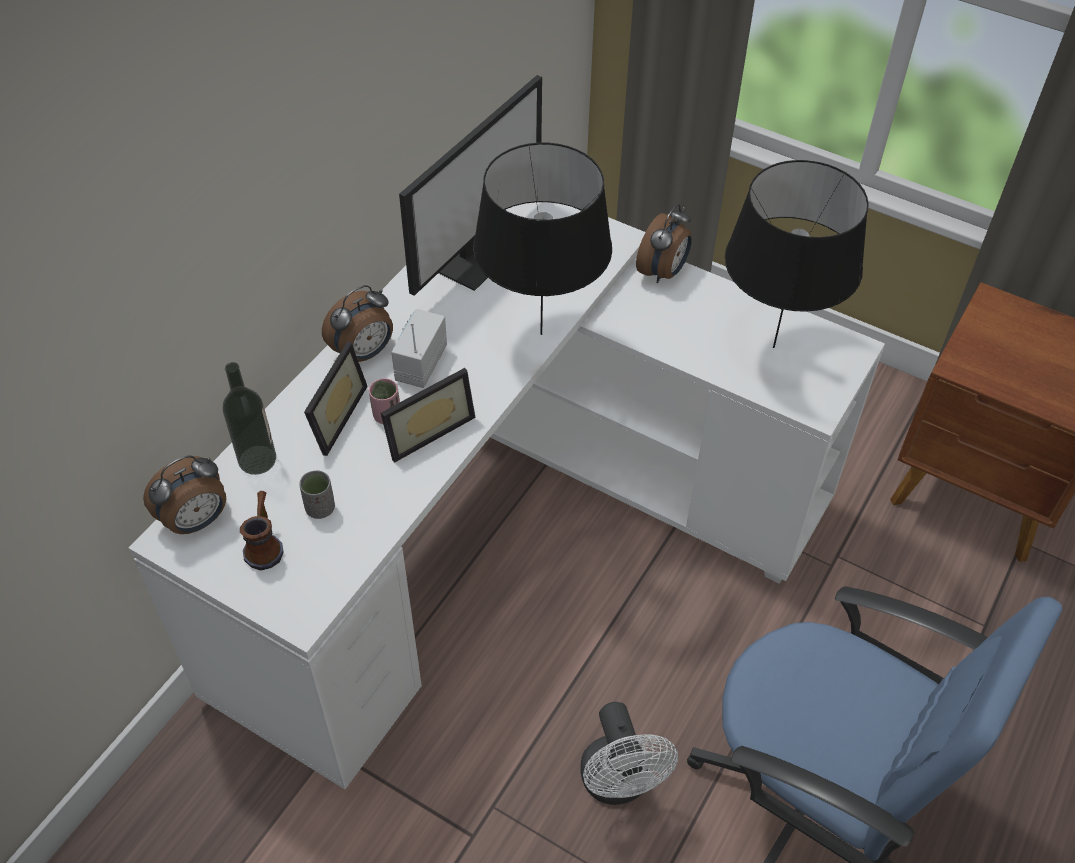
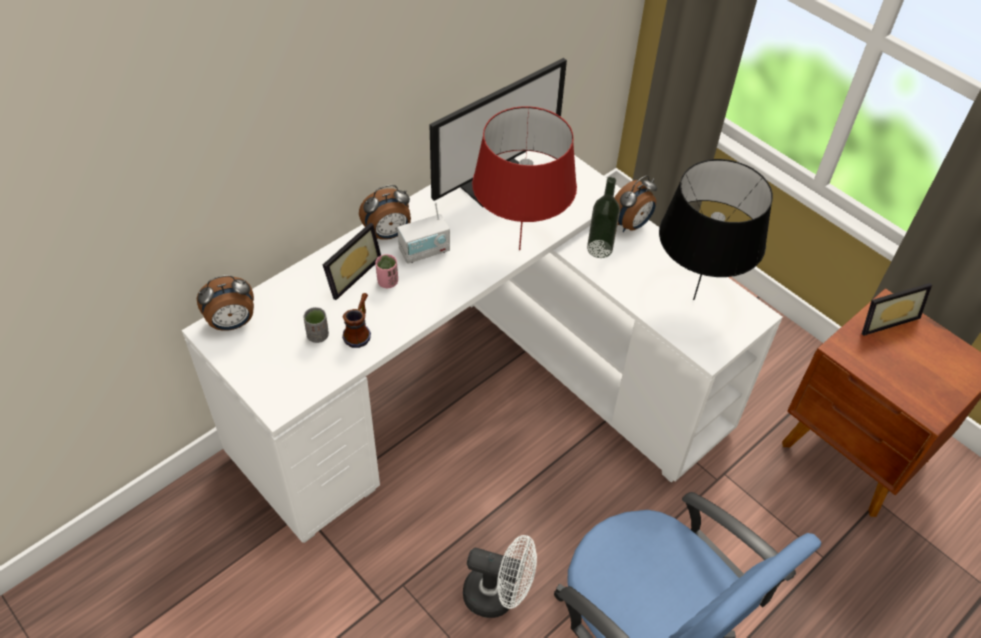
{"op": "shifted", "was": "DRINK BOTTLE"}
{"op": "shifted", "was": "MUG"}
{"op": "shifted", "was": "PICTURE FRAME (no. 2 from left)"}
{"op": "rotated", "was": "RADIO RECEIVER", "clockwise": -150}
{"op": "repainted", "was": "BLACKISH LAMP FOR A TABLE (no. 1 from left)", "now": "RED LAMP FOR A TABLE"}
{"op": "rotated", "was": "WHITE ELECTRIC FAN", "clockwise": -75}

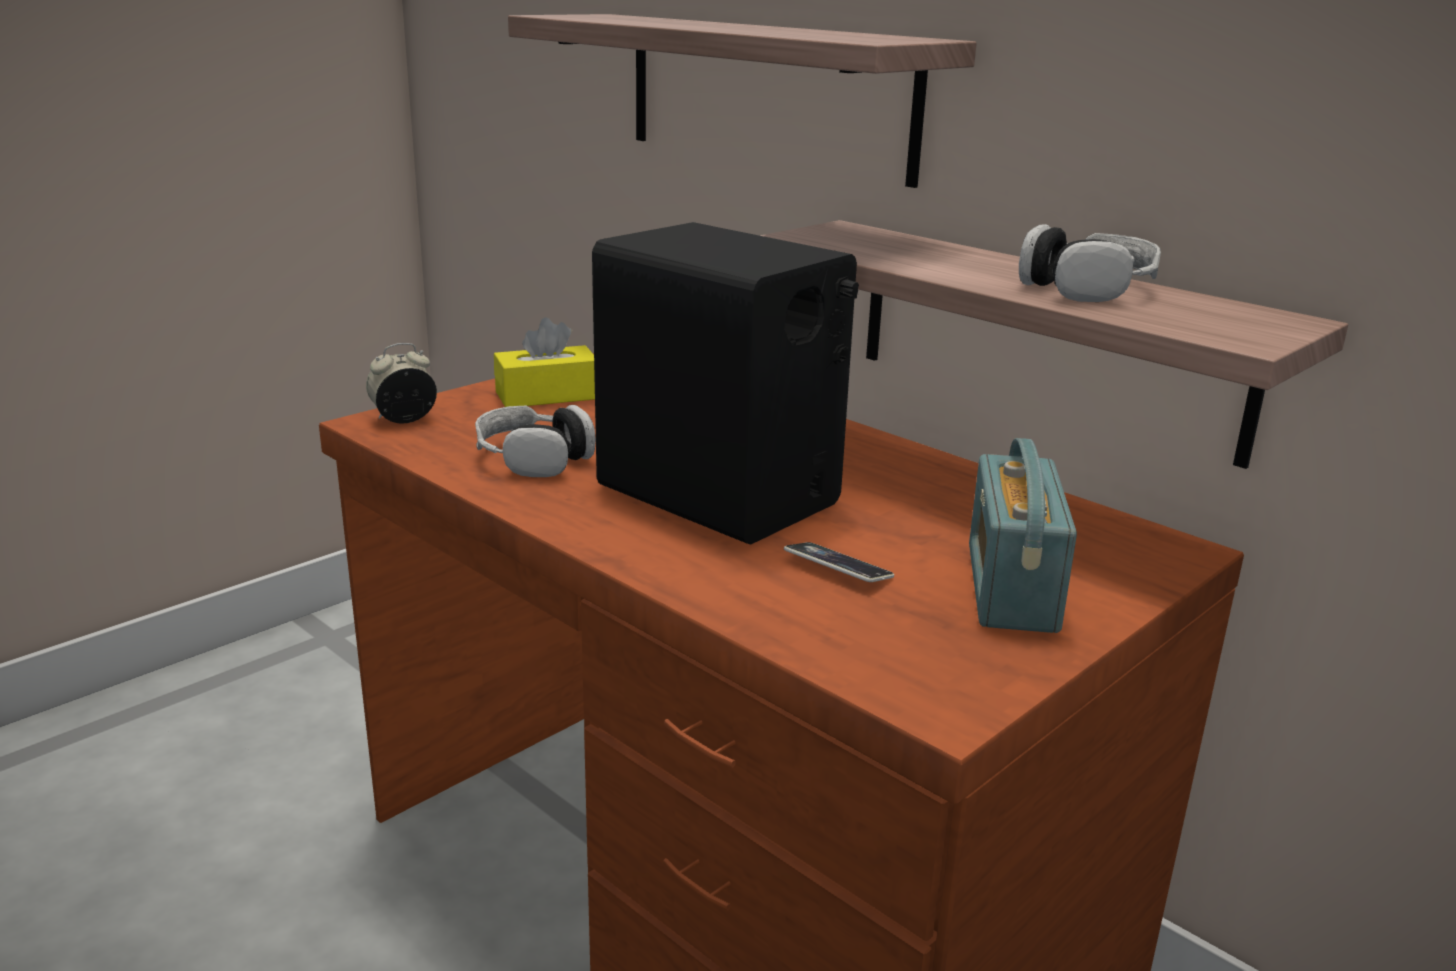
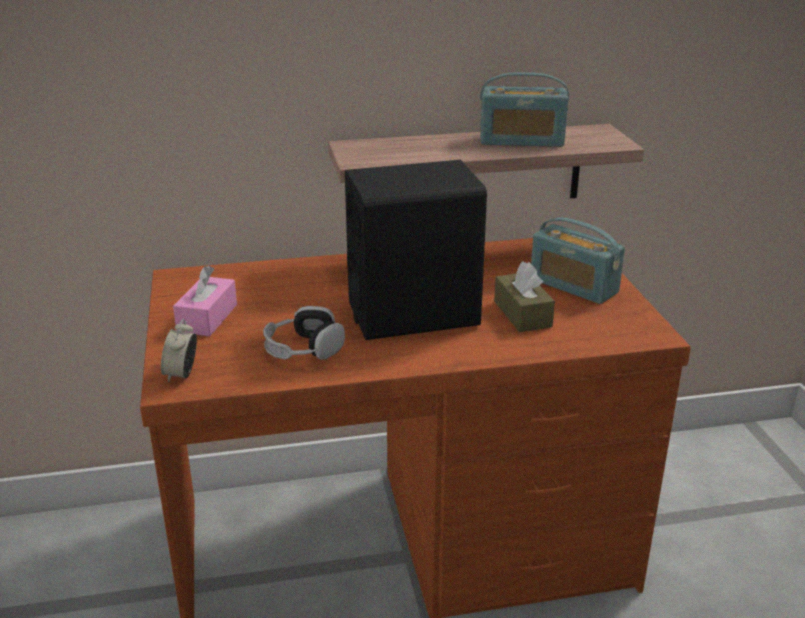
{"op": "repainted", "was": "YELLOW-COLOURED TISSUE HOLDER", "now": "PINKISH TISSUE HOLDER"}
{"op": "gone", "was": "BRACKET SHELF (no. 1 from left)"}
{"op": "swapped", "was": "HANDSET", "now": "BROWN-COLOURED TISSUE HOLDER"}
{"op": "swapped", "was": "HEADSET (no. 2 from left)", "now": "RADIO RECEIVER (no. 1 from left)"}

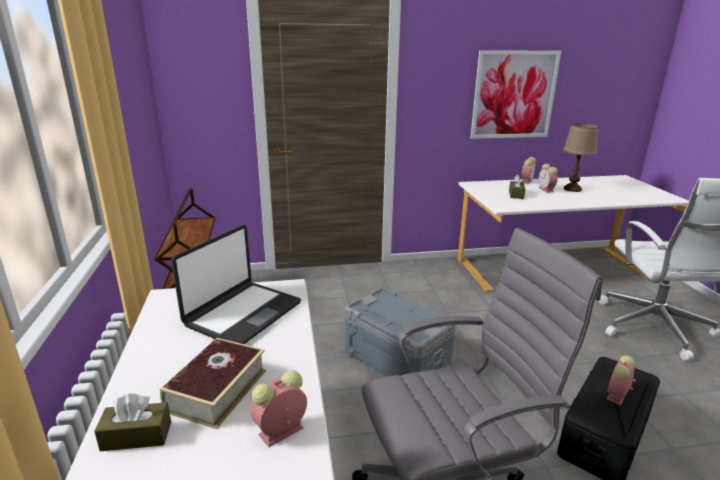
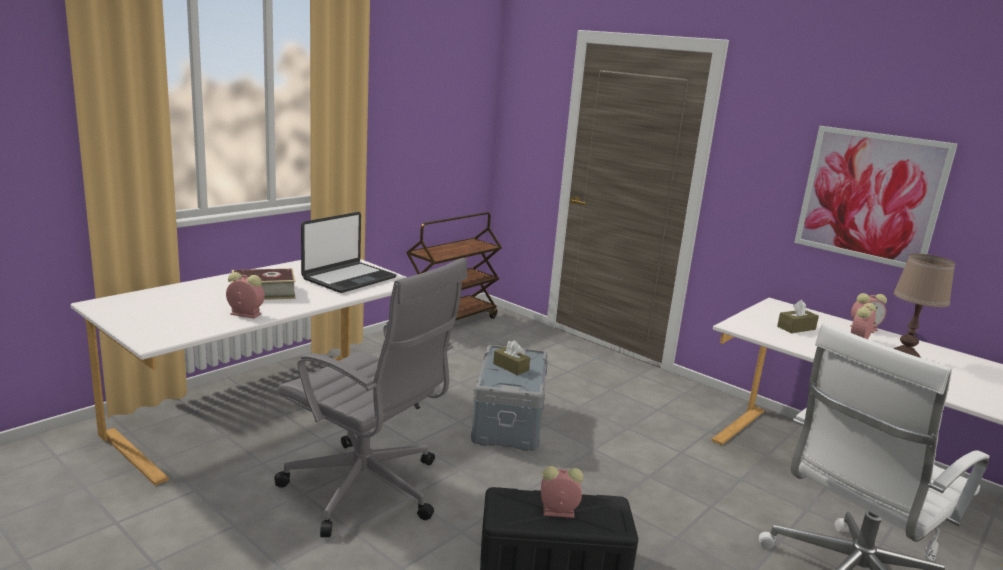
{"op": "shifted", "was": "BROWN-COLOURED TISSUE HOLDER (no. 1 from left)"}
{"op": "rotated", "was": "PORTABLE COMPUTER", "clockwise": -45}

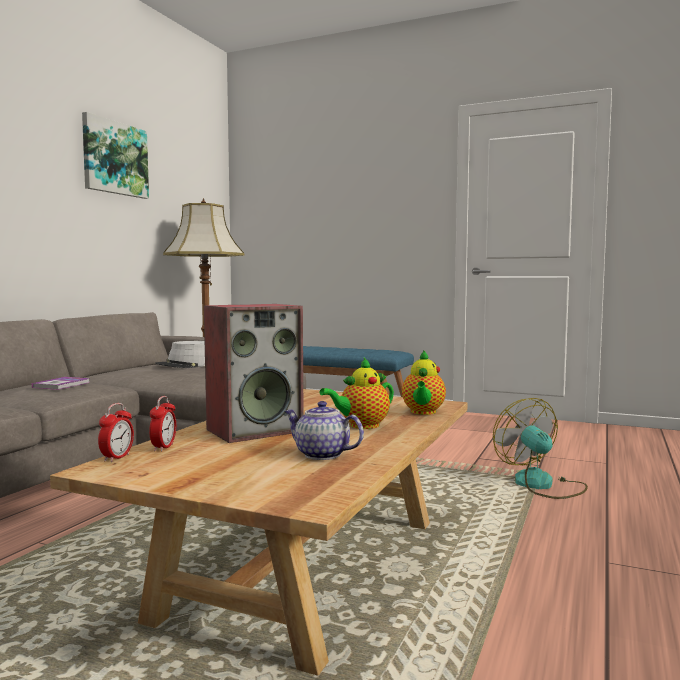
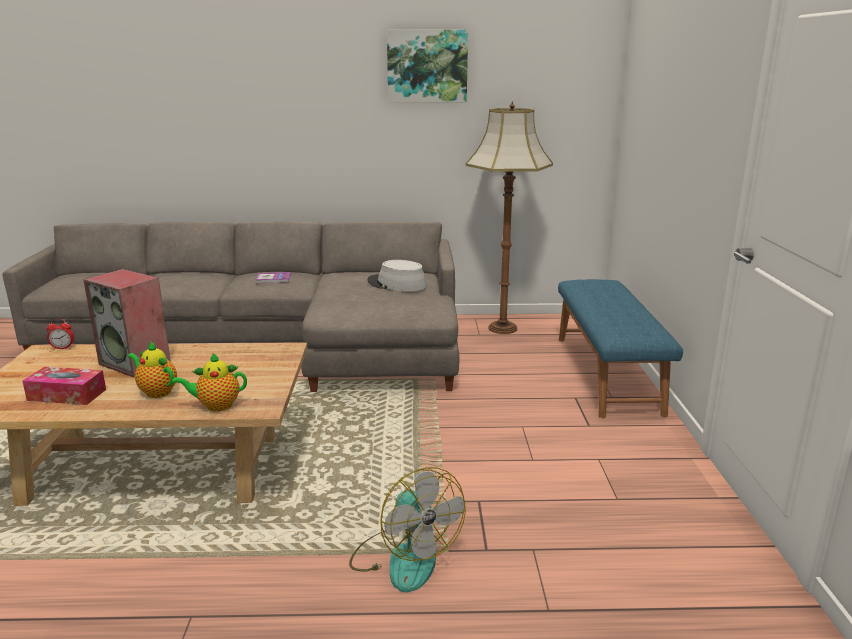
{"op": "gone", "was": "ALARM CLOCK (no. 2 from left)"}
{"op": "swapped", "was": "TEAPOT (no. 1 from left)", "now": "TISSUE HOLDER"}
{"op": "rotated", "was": "ELECTRIC FAN", "clockwise": 105}

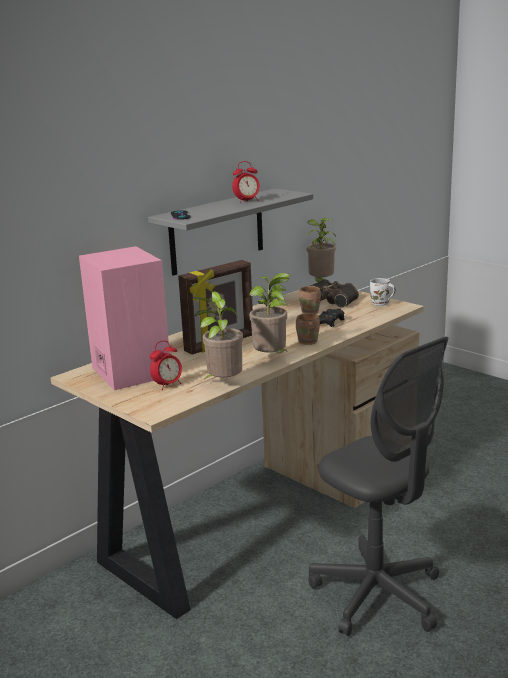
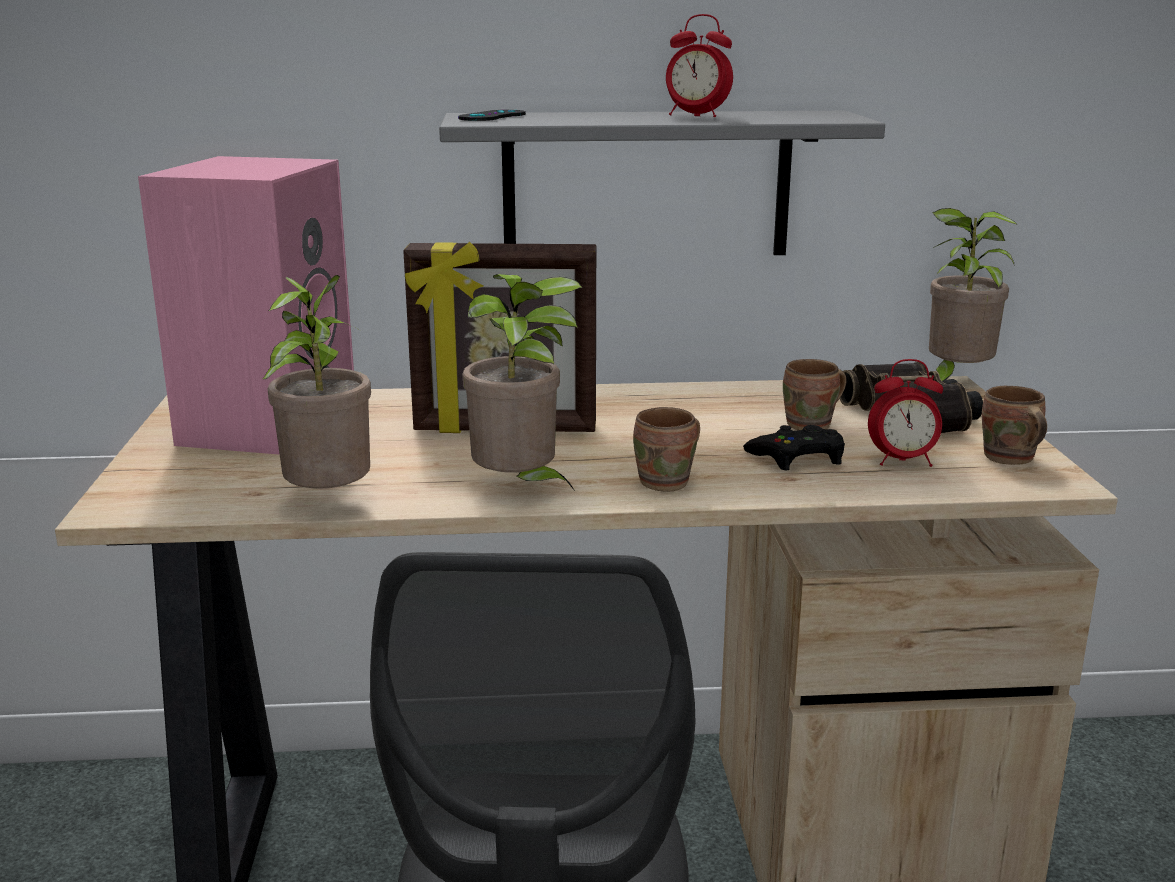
{"op": "shifted", "was": "ALARM CLOCK (no. 1 from left in the first image)", "now": "ALARM CLOCK (no. 2 from left)"}
{"op": "repainted", "was": "WHITE MUG", "now": "BROWN-COLOURED MUG (no. 3 from left)"}

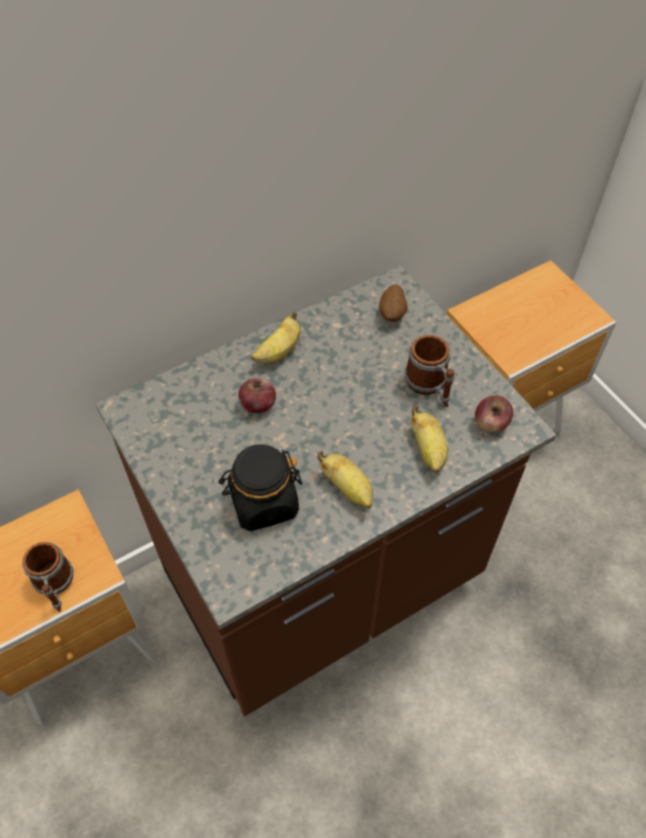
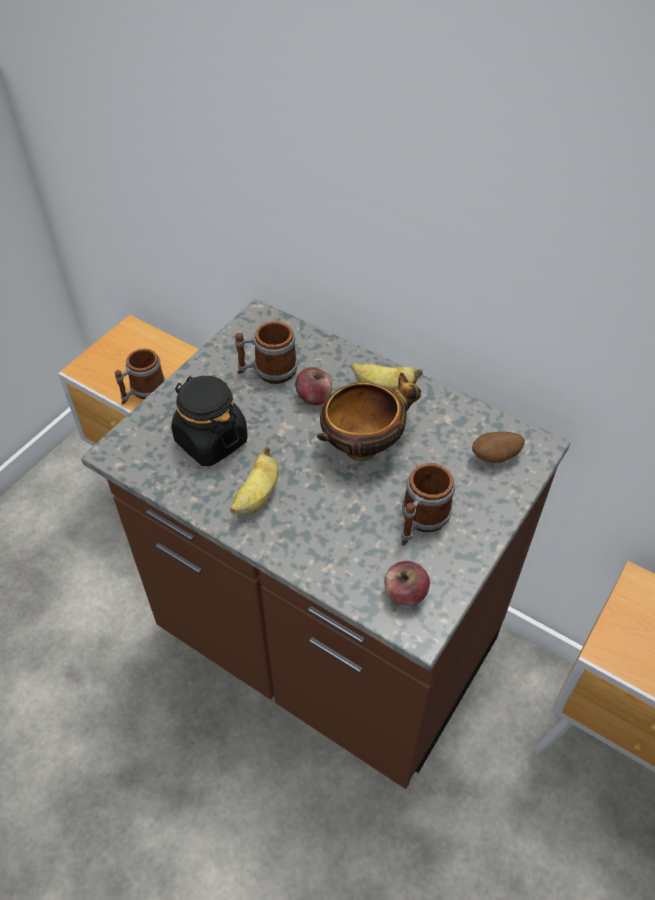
{"op": "gone", "was": "BANANA FRUIT (no. 3 from left)"}
{"op": "new", "now": "MUG (no. 2 from left)"}
{"op": "new", "now": "BOWL"}

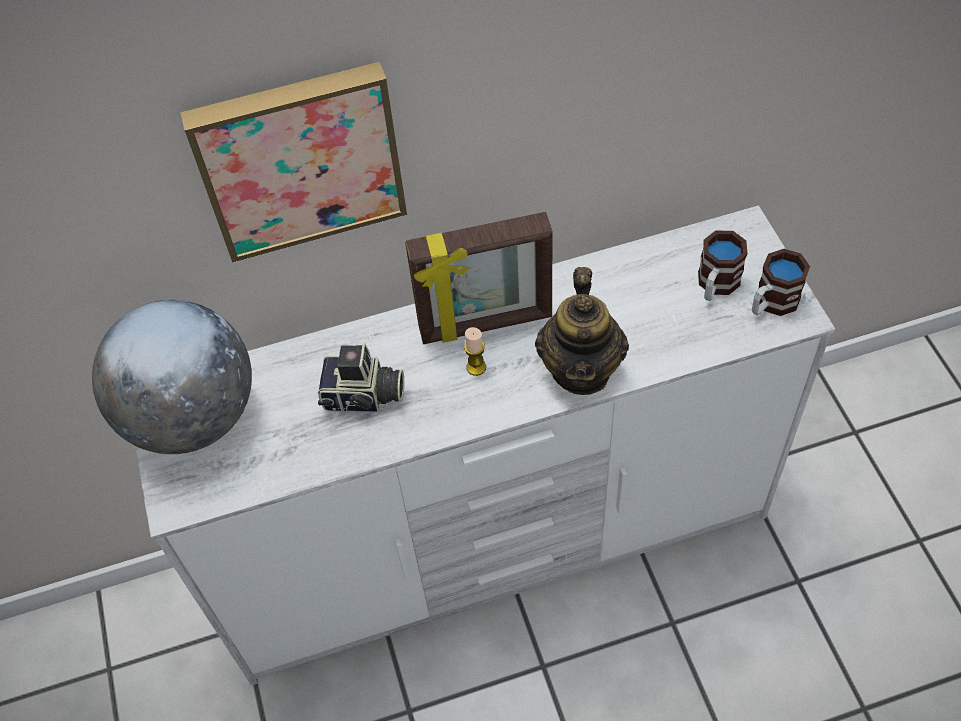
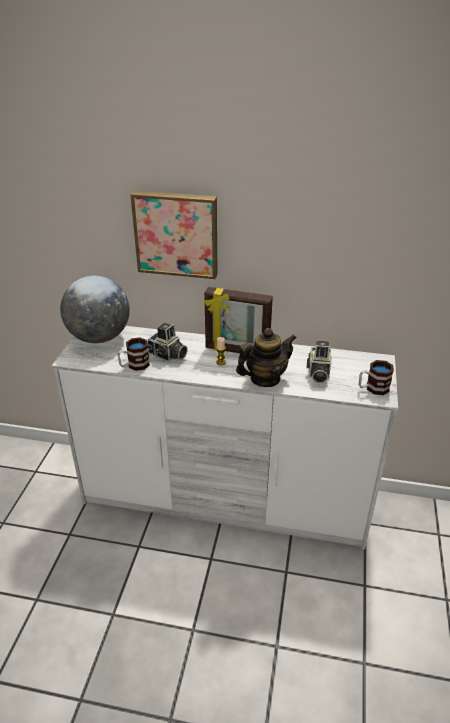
{"op": "rotated", "was": "TEAPOT", "clockwise": -150}
{"op": "shifted", "was": "MUG (no. 1 from left)"}
{"op": "new", "now": "PHOTO CAMERA (no. 2 from left)"}

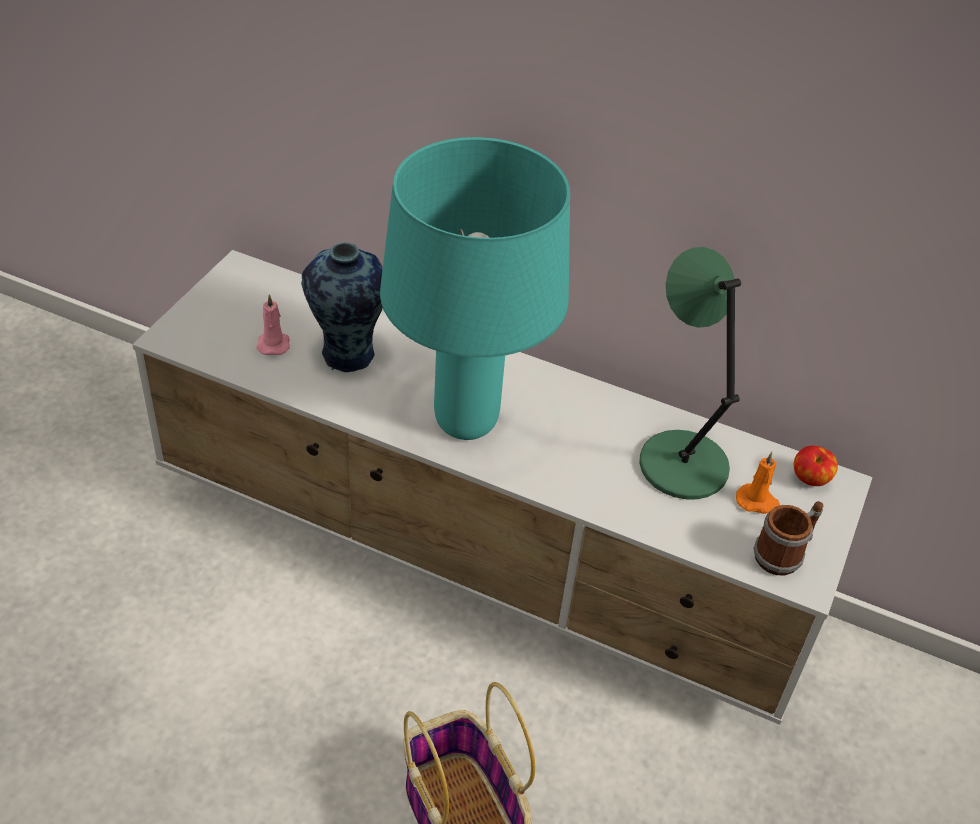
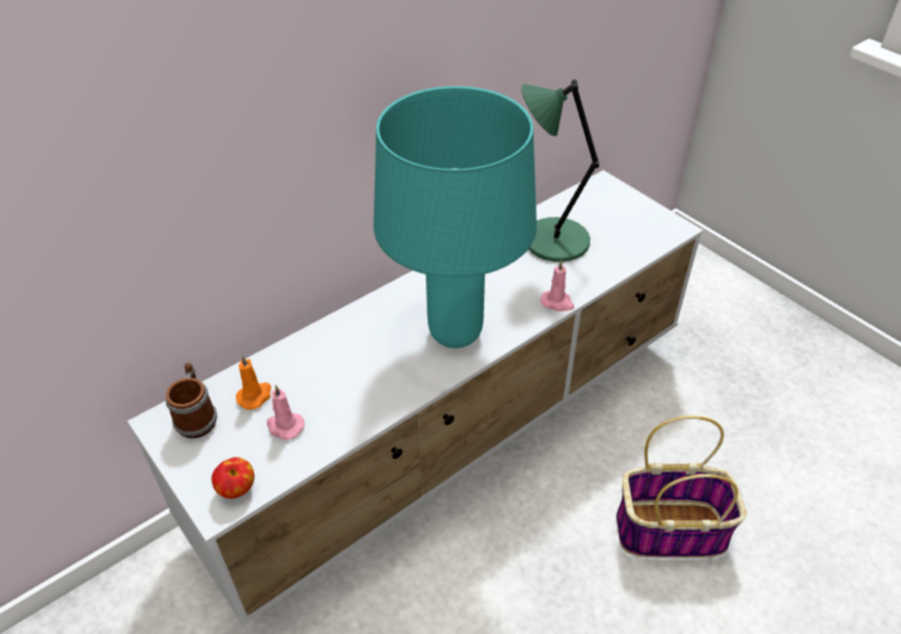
{"op": "gone", "was": "VASE"}
{"op": "shifted", "was": "ORANGE WAX CANDLE"}
{"op": "shifted", "was": "MUG"}
{"op": "shifted", "was": "WHOLE APPLE"}
{"op": "new", "now": "PINKISH WAX CANDLE (no. 2 from left)"}

